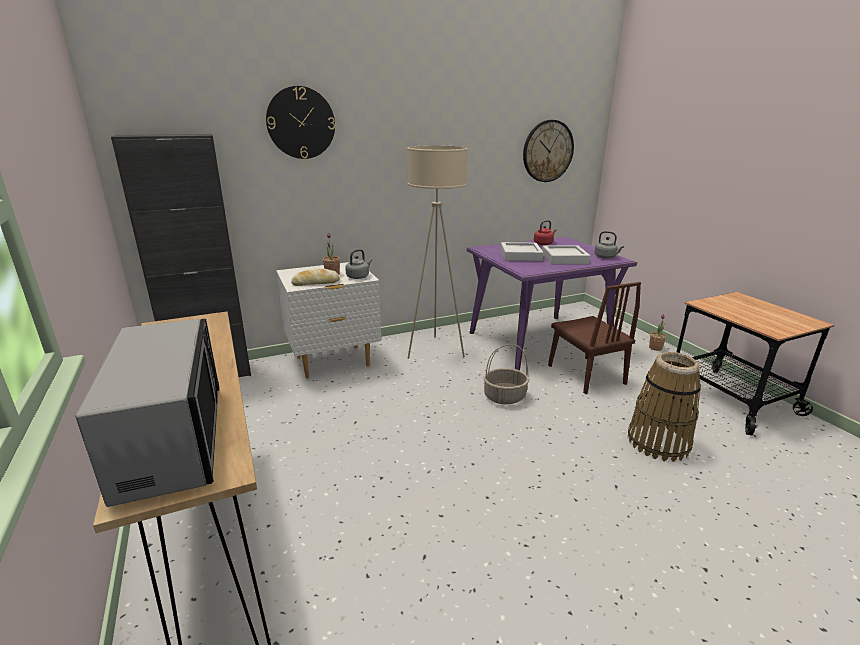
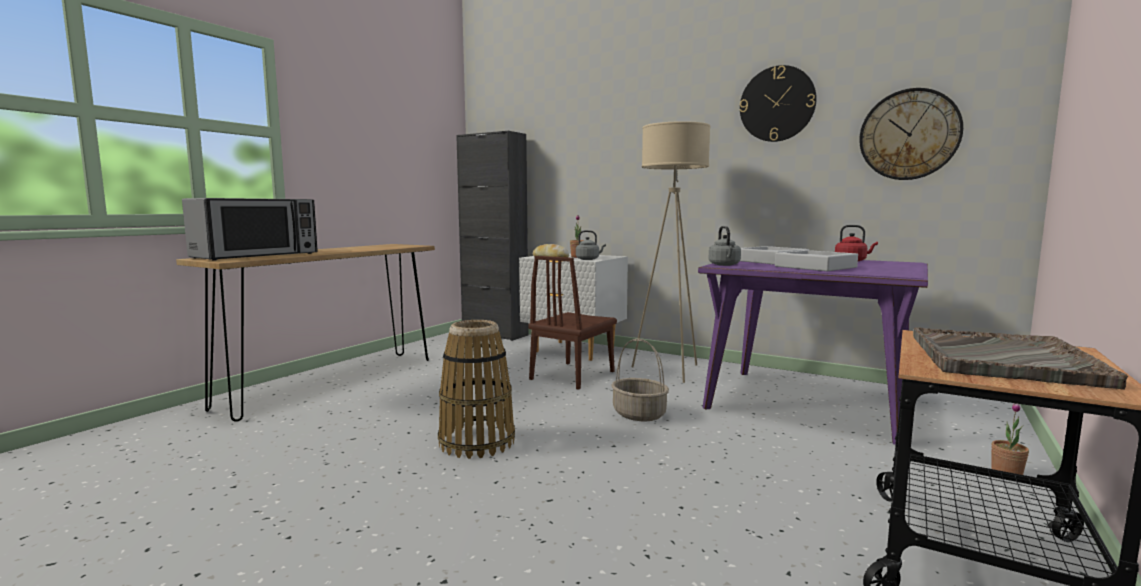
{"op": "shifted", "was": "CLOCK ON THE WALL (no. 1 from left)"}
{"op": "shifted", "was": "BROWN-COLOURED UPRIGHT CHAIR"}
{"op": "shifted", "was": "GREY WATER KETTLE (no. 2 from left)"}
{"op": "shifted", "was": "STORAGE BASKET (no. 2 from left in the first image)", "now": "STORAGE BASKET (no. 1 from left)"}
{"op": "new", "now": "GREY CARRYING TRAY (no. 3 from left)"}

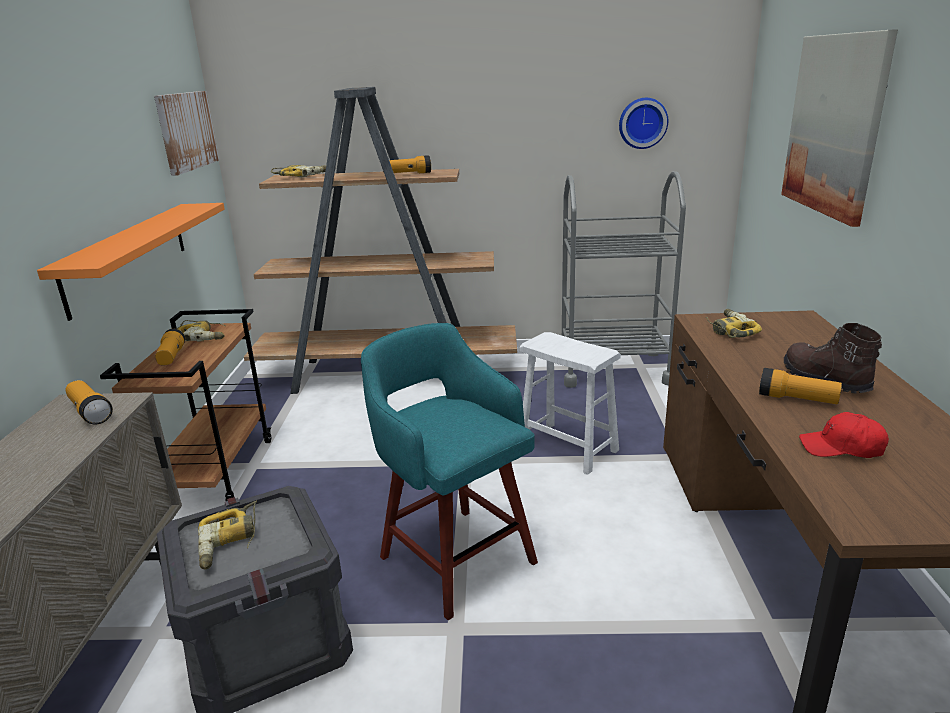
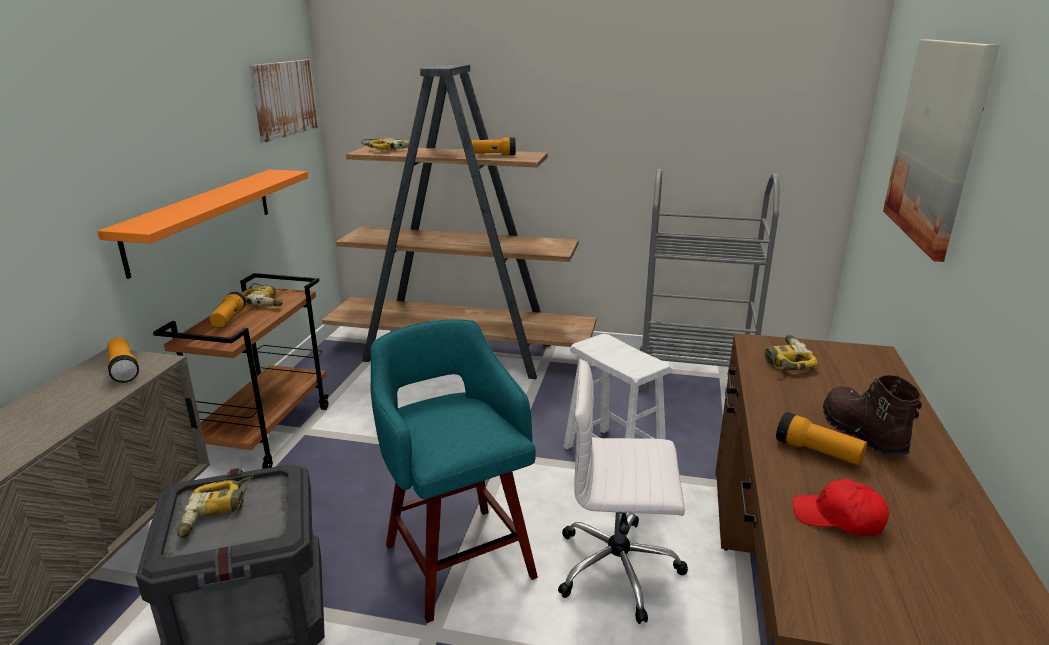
{"op": "gone", "was": "CLOCK ON THE WALL"}
{"op": "new", "now": "WHITE OFFICE CHAIR"}

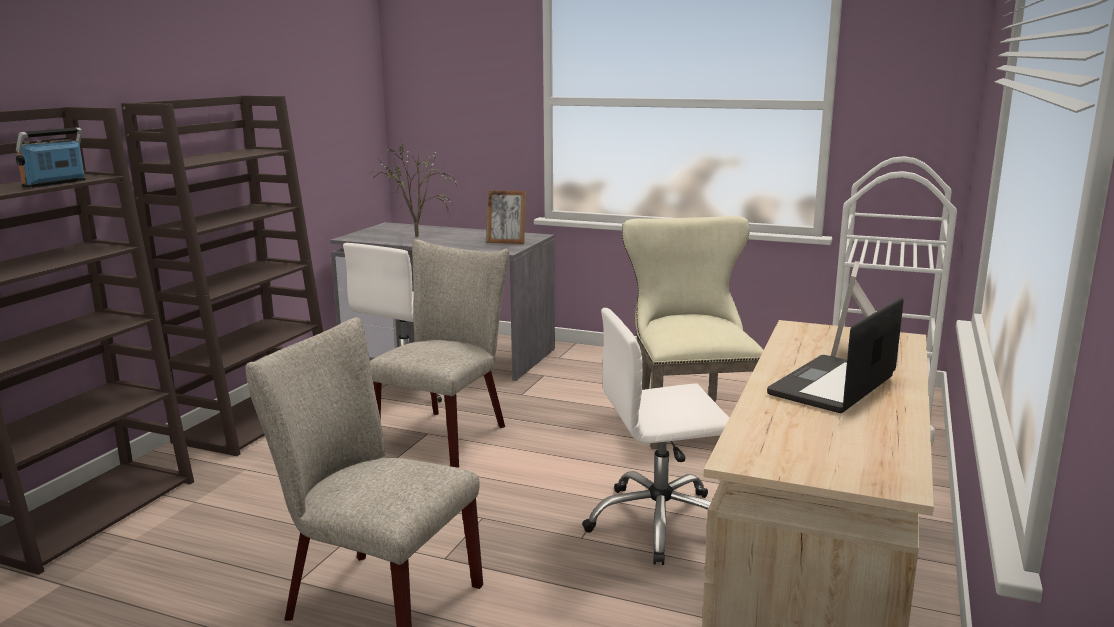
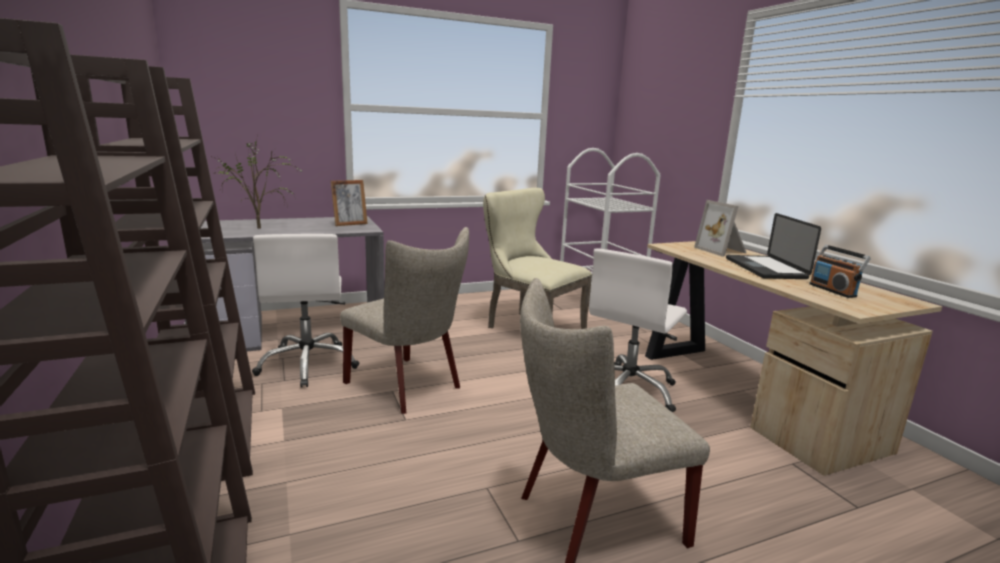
{"op": "shifted", "was": "RADIO RECEIVER"}
{"op": "rotated", "was": "SAND-COLOURED UPRIGHT CHAIR (no. 2 from left in the first image)", "clockwise": 150}

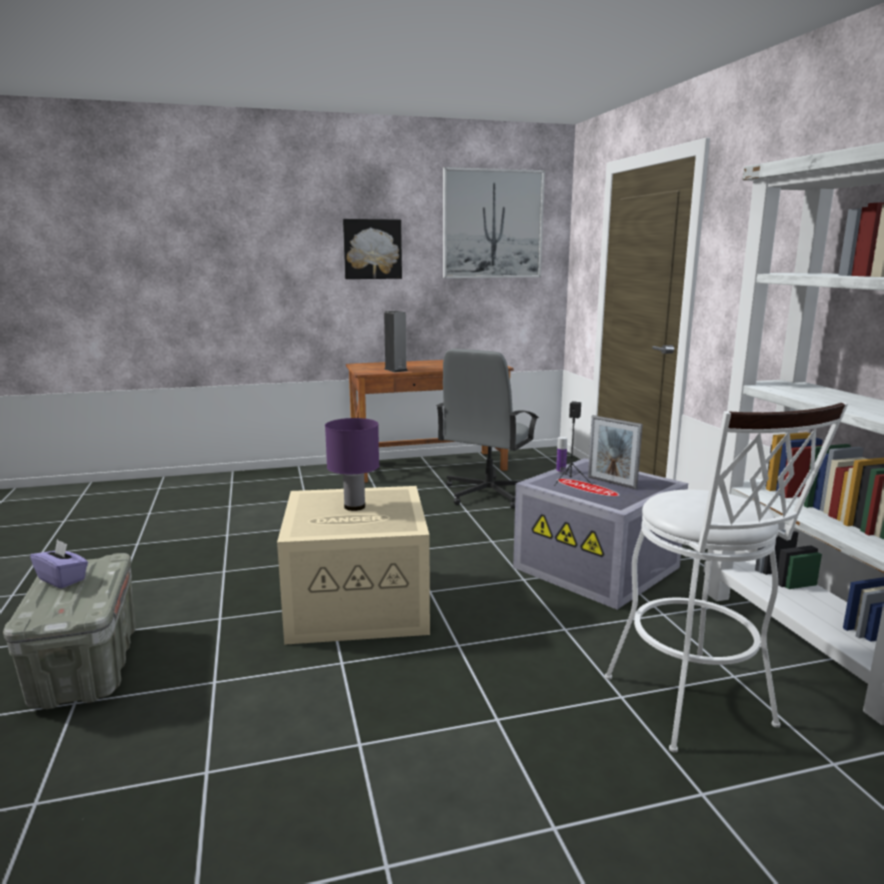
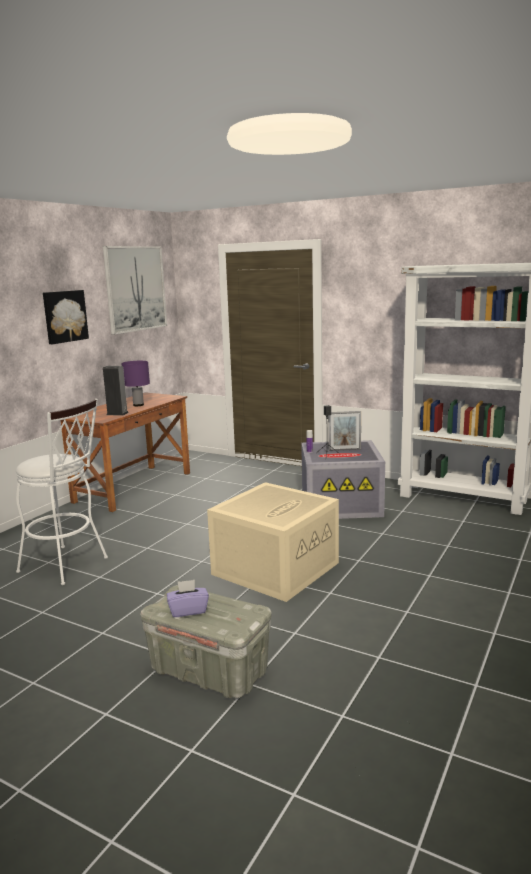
{"op": "shifted", "was": "PURPLE LAMP FOR A TABLE"}
{"op": "gone", "was": "GREY OFFICE CHAIR"}
{"op": "shifted", "was": "WHITE STOOL"}

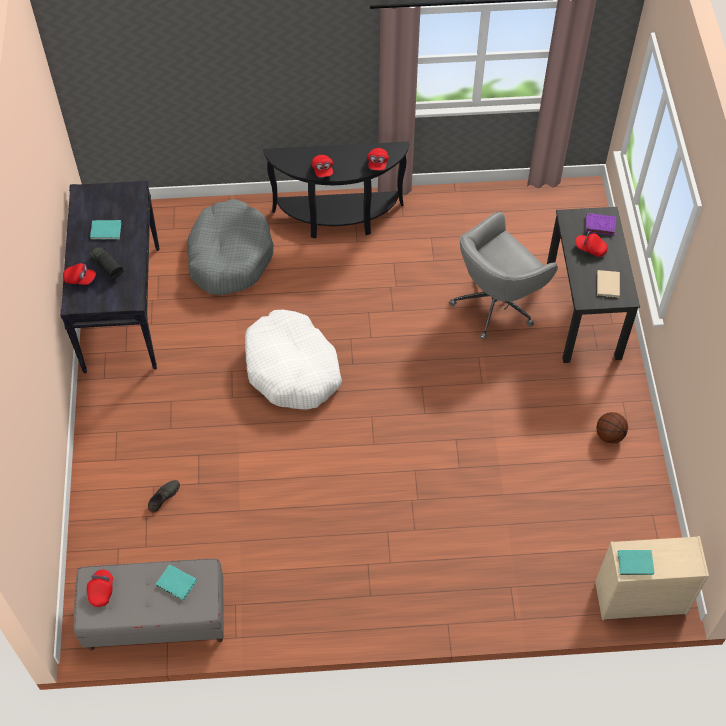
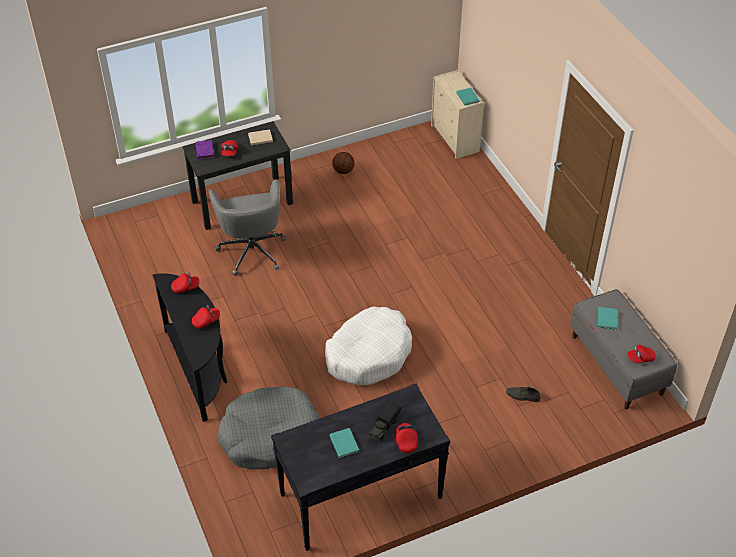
{"op": "rotated", "was": "GREY OFFICE CHAIR", "clockwise": 45}

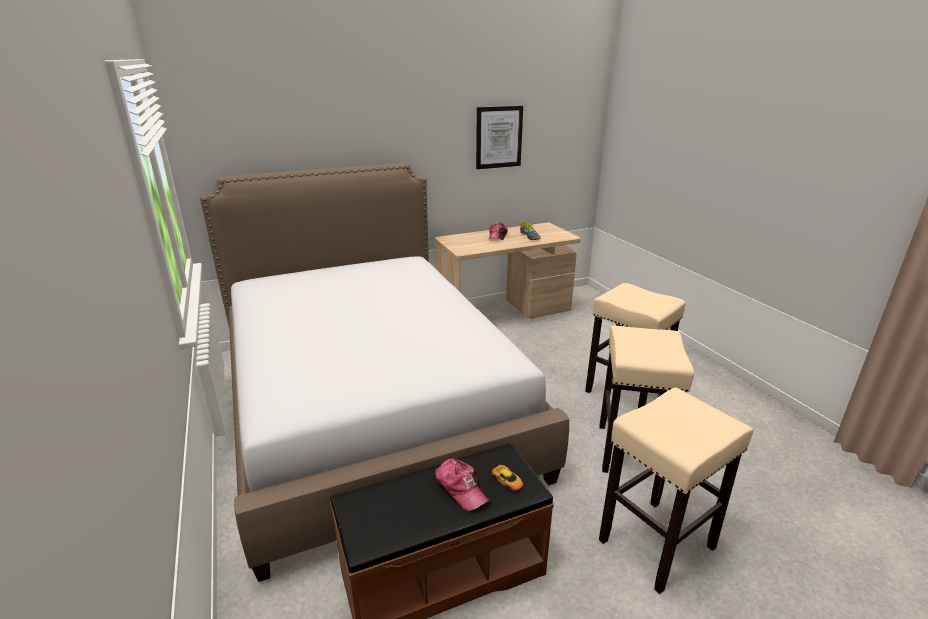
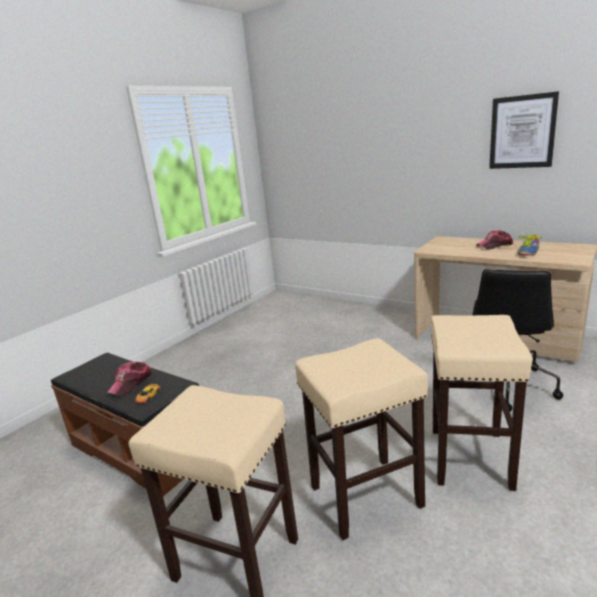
{"op": "gone", "was": "BED"}
{"op": "new", "now": "BLACKISH OFFICE CHAIR"}

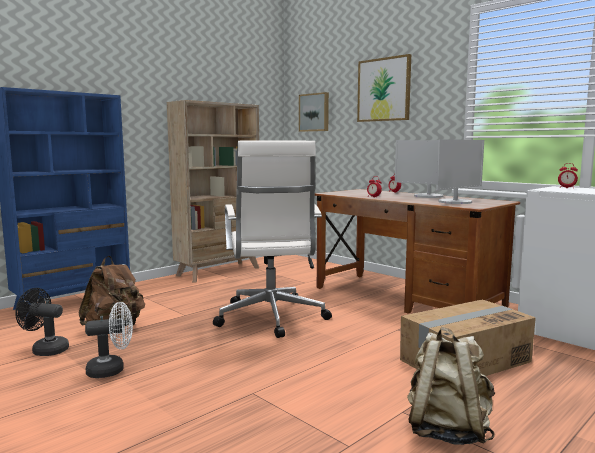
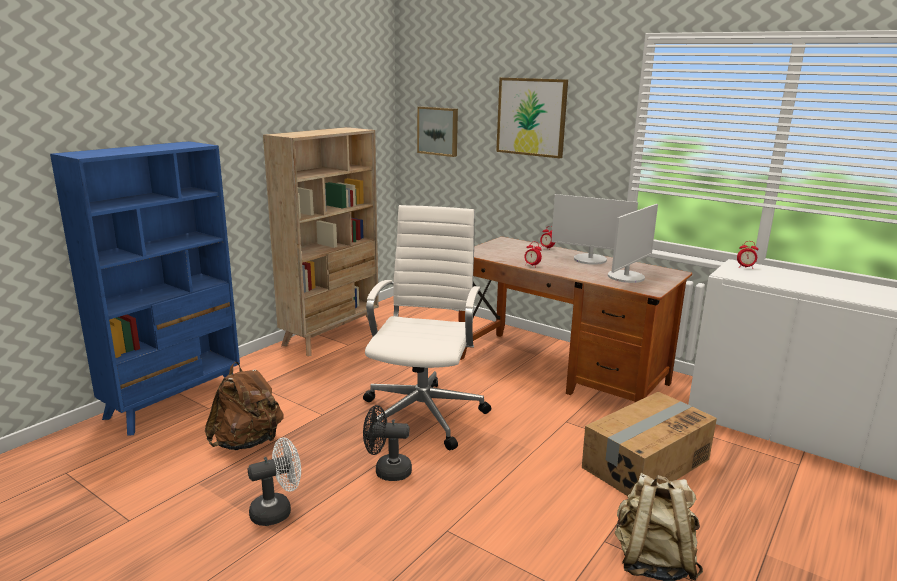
{"op": "shifted", "was": "BLACKISH ELECTRIC FAN"}
{"op": "rotated", "was": "WHITE OFFICE CHAIR", "clockwise": -150}

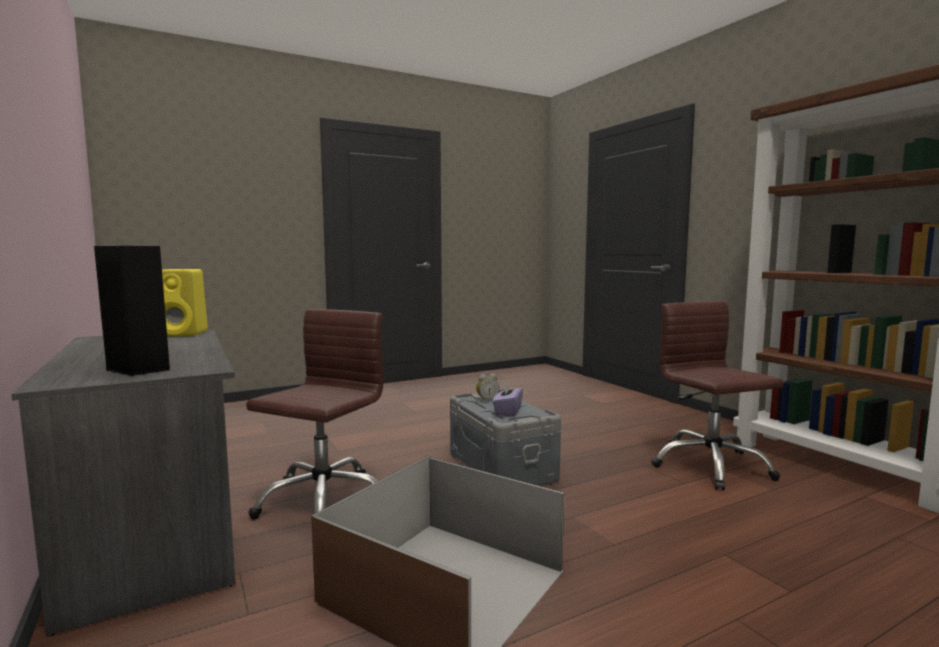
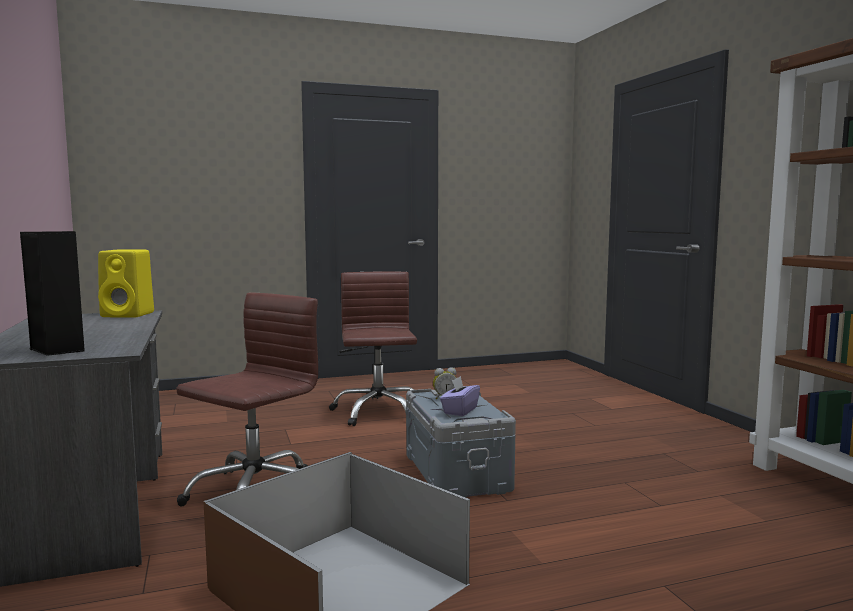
{"op": "shifted", "was": "BROWN-COLOURED OFFICE CHAIR (no. 2 from left)"}

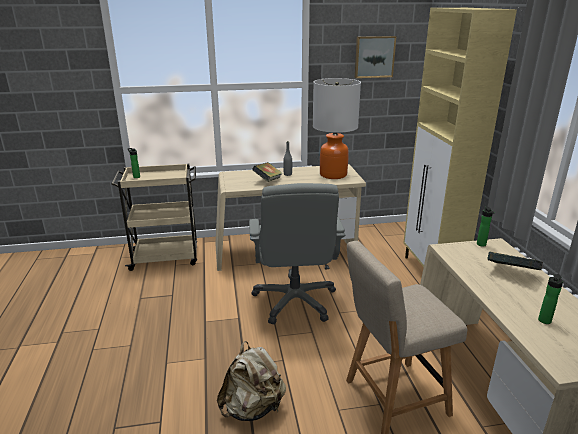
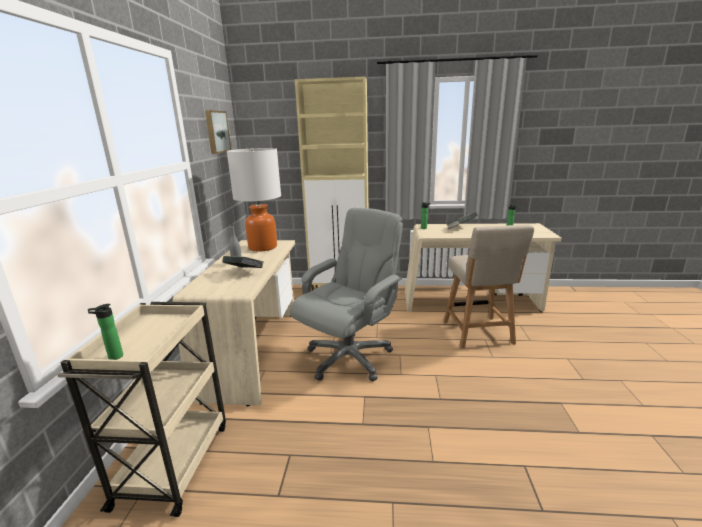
{"op": "gone", "was": "SAND-COLOURED BACKPACK"}
{"op": "rotated", "was": "GREY OFFICE CHAIR", "clockwise": -60}

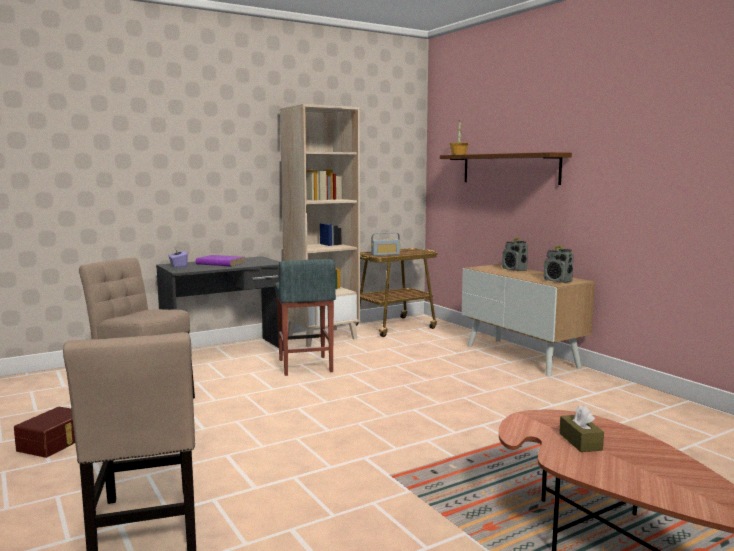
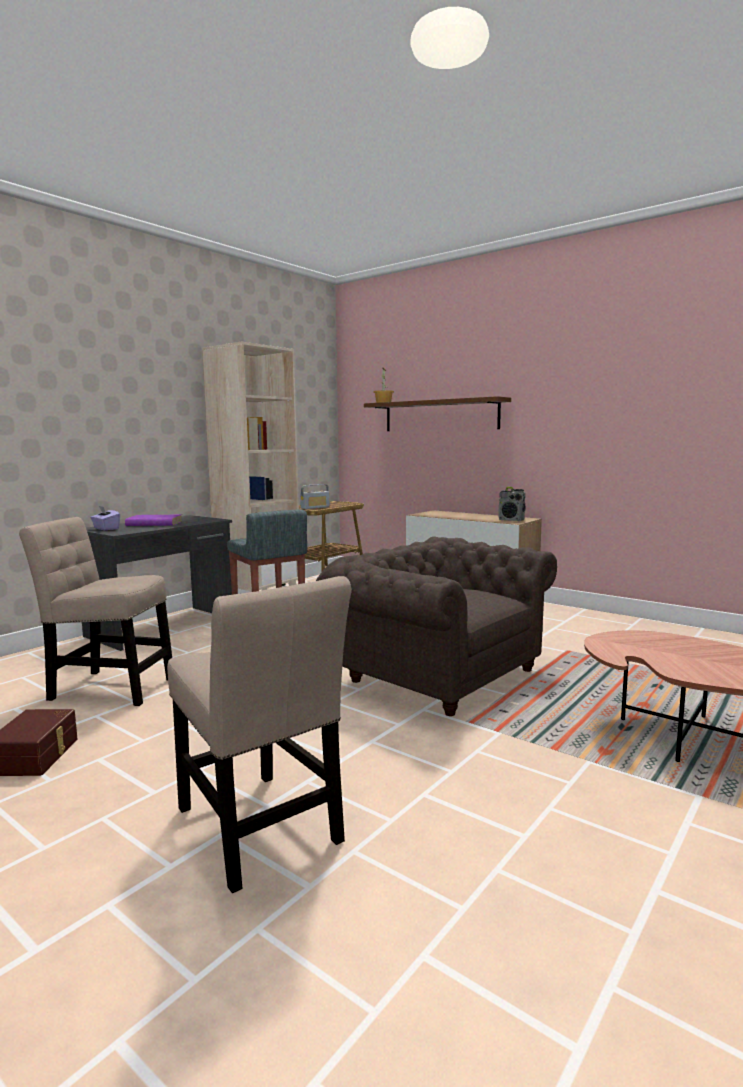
{"op": "gone", "was": "RADIO RECEIVER (no. 2 from left)"}
{"op": "gone", "was": "BROWN-COLOURED TISSUE HOLDER"}
{"op": "new", "now": "BROWN-COLOURED ARMCHAIR"}

